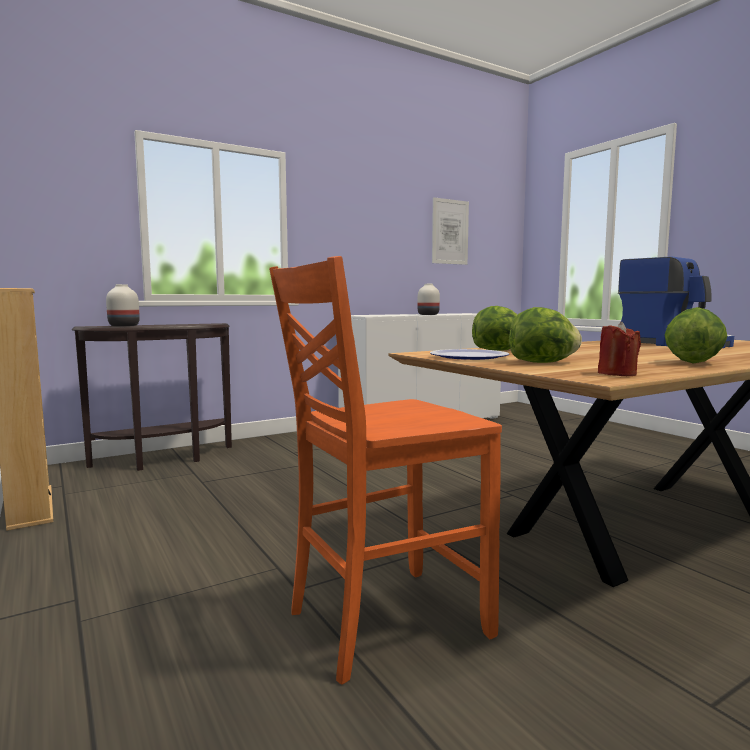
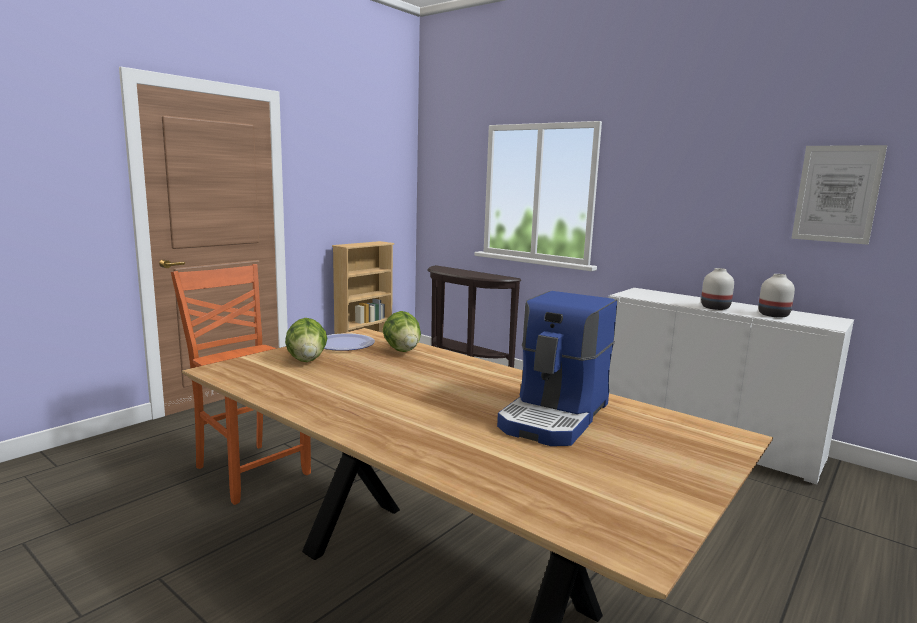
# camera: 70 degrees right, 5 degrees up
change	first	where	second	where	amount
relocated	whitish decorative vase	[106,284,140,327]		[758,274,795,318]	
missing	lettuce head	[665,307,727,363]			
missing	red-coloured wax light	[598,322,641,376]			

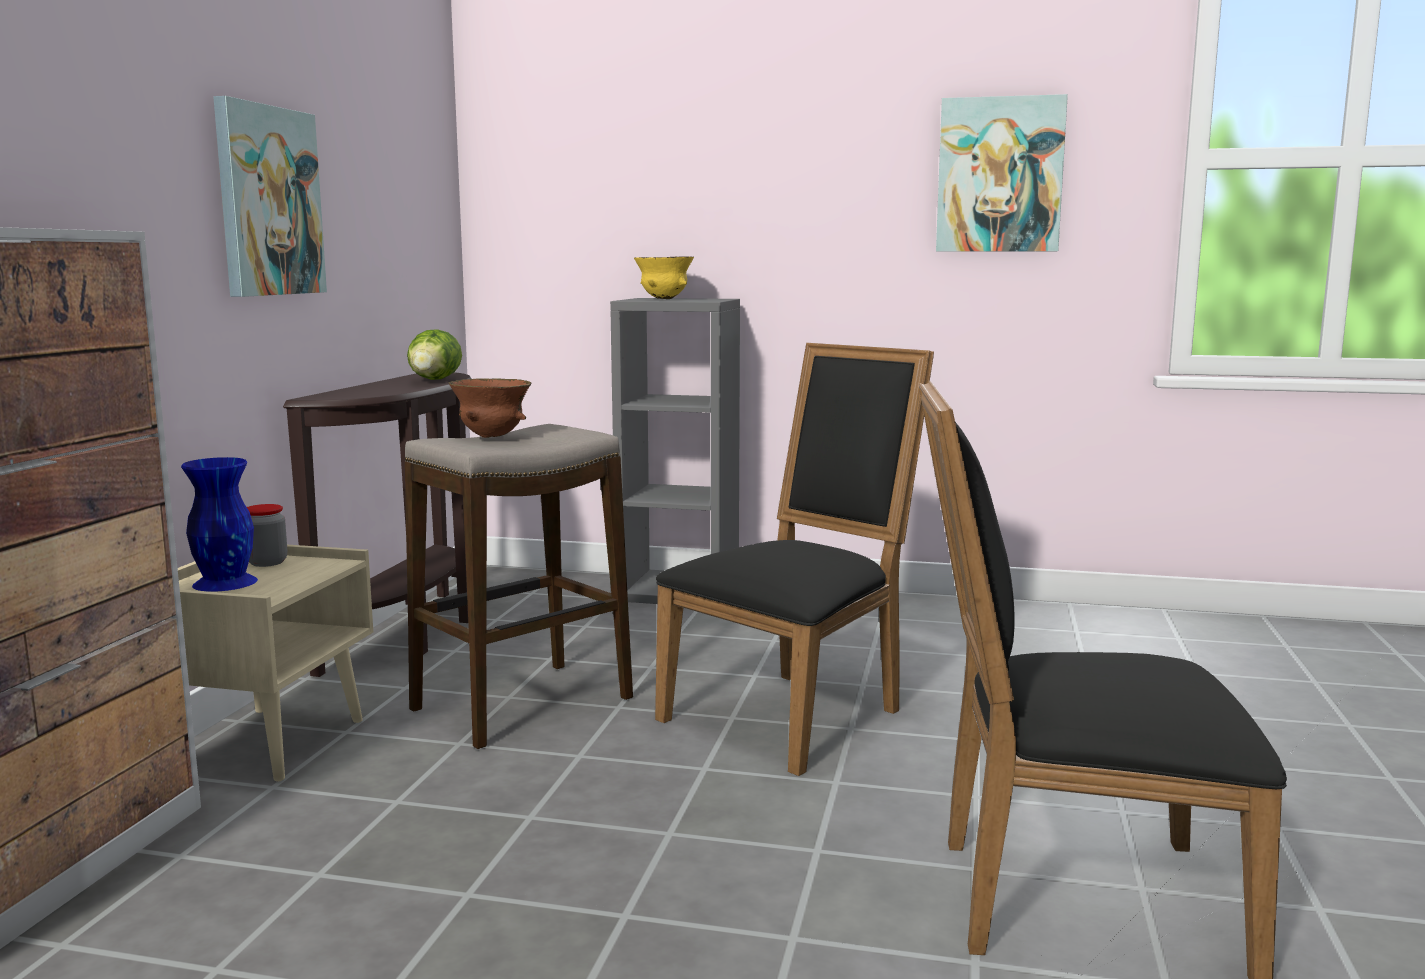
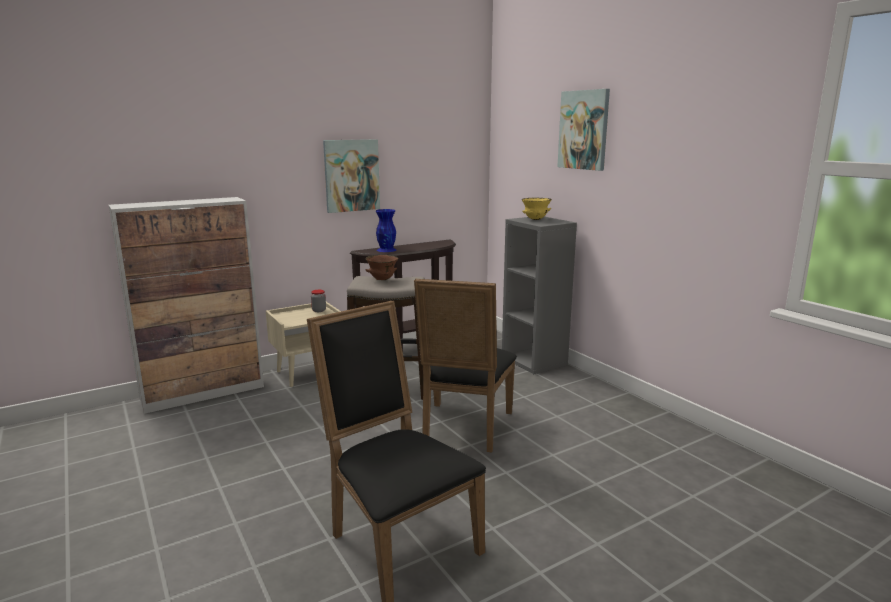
# camera: 45 degrees right, 5 degrees up
change	first	where	second	where	amount
relocated	wall picture	[936,94,1068,252]		[557,89,610,171]	
missing	lettuce head	[407,329,462,380]			
spun	black-coloured chair	[655,343,934,776]		[414,279,517,452]	105 degrees clockwise
relocated	bluish decorative vase	[181,457,258,592]		[376,209,396,252]	

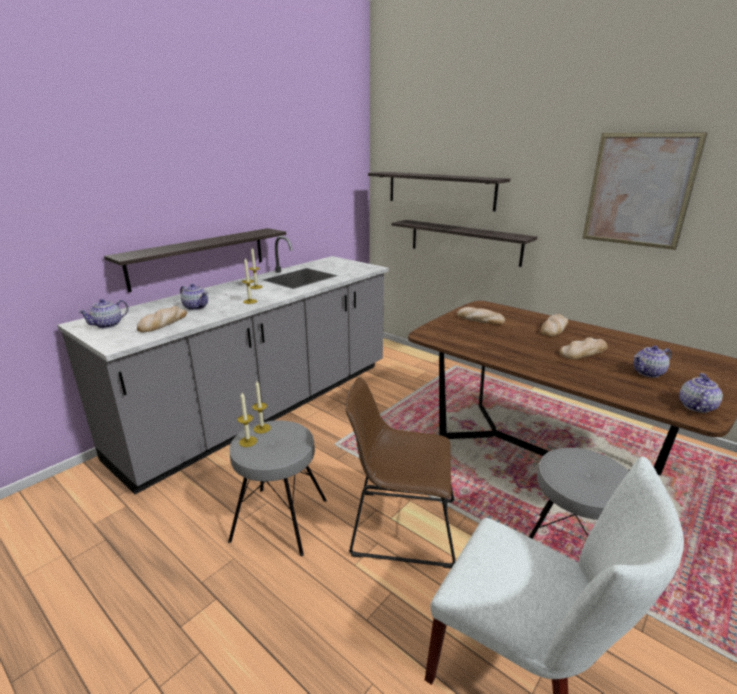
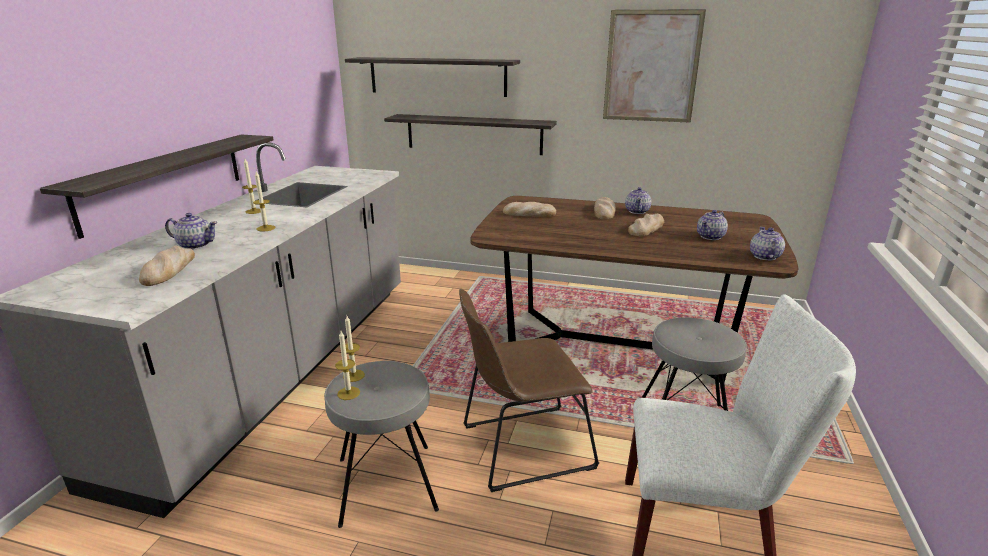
# camera: 25 degrees left, 0 degrees up
change	first	where	second	where	amount
relocated	pot for tea	[78,299,129,329]		[625,187,651,214]	

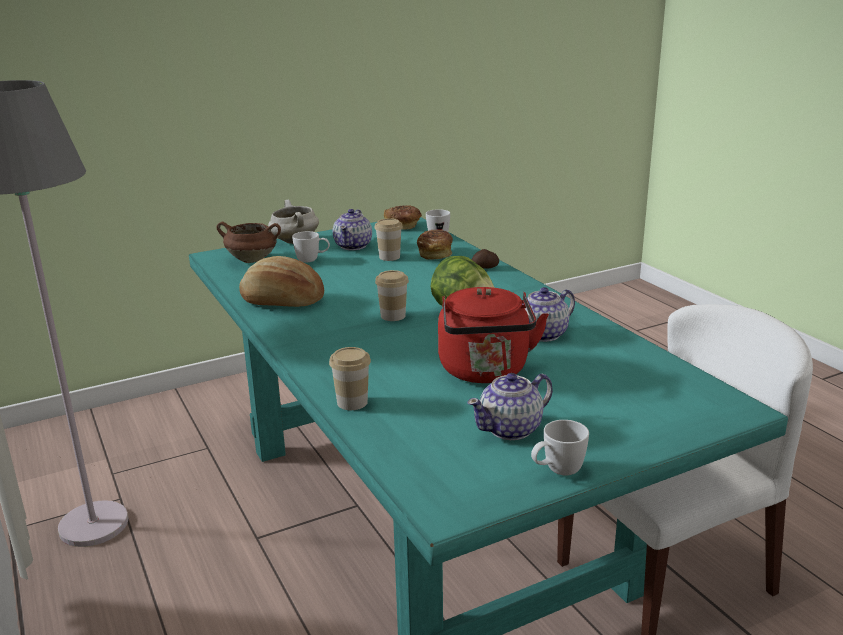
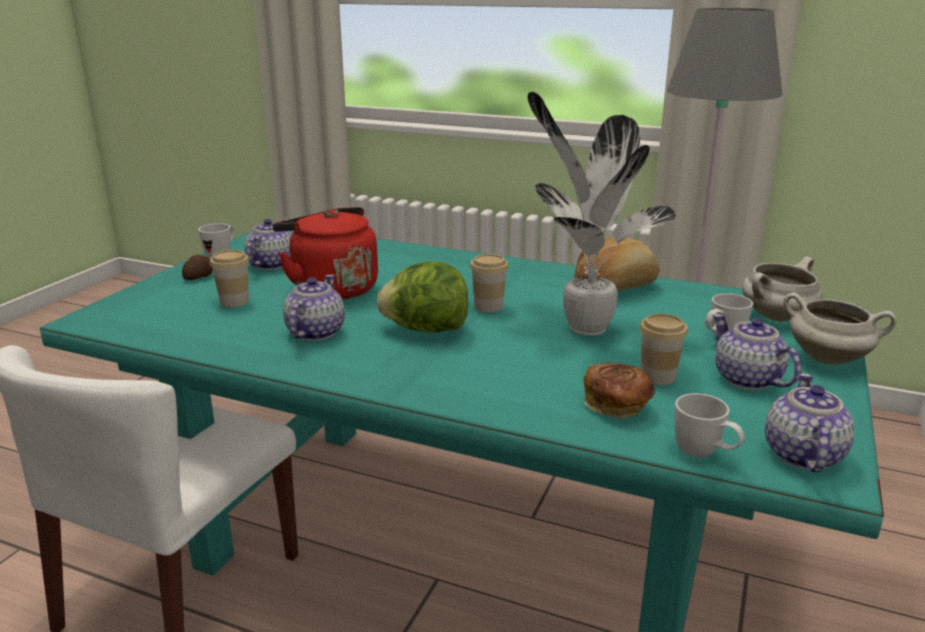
# camera: 140 degrees right, 0 degrees up
change	first	where	second	where	amount
exchanged	bakery bread	[384,205,422,230]	pot for tea	[765,373,855,472]	
colour	brownish stockpot	[216,222,281,263]	whitish stockpot	[742,257,823,322]	
relocated	spud	[472,249,499,269]		[182,255,213,280]	
relocated	small cup	[329,347,371,410]		[210,250,249,307]	
appeared			potted plant	[528,92,676,336]	

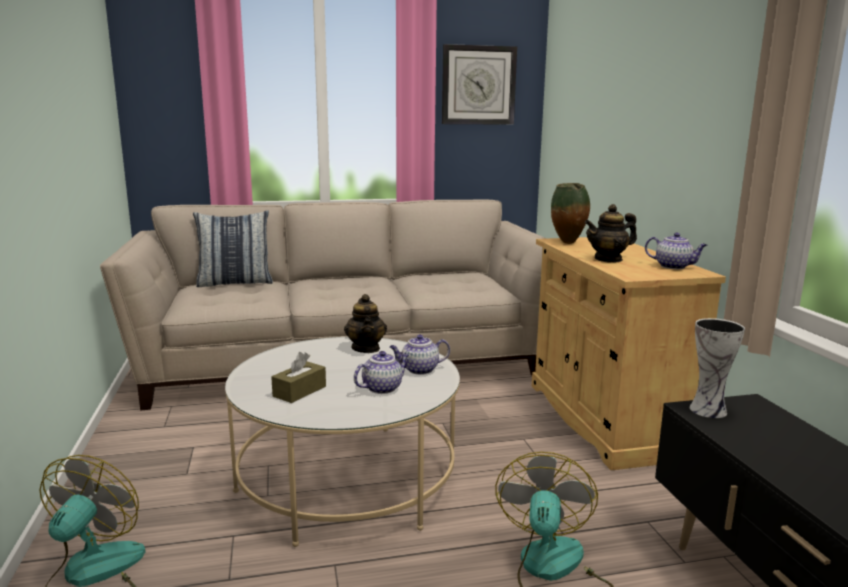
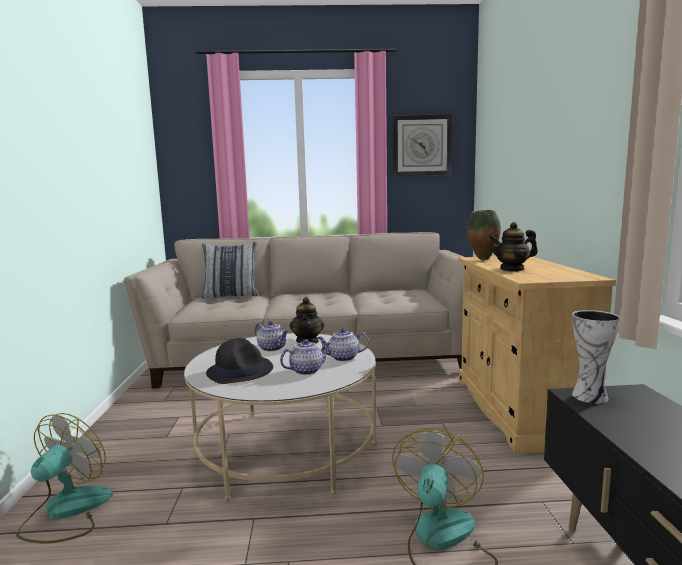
# camera: 10 degrees right, 5 degrees down
change	first	where	second	where	amount
relocated	pot for tea	[645,233,707,269]		[255,321,288,352]	
exchanged	brownish tissue holder	[271,352,326,403]	black-coloured clothing hat	[206,338,273,384]	

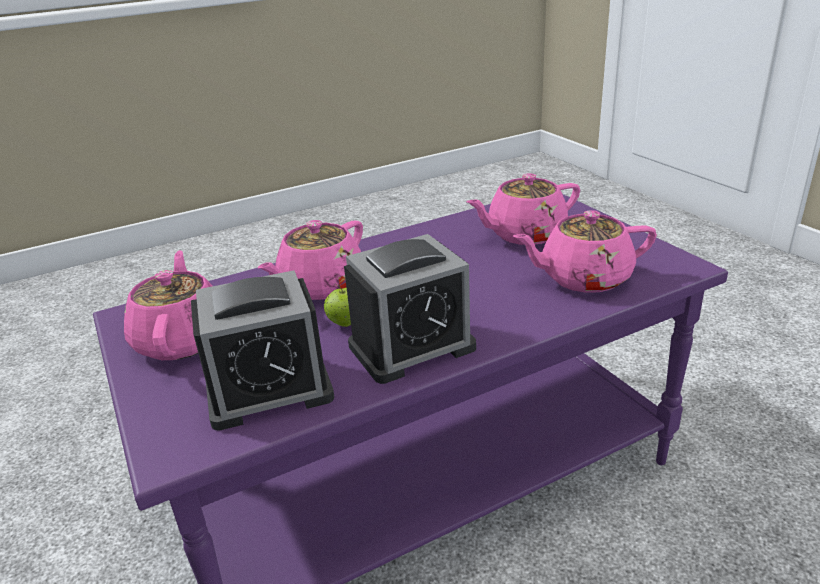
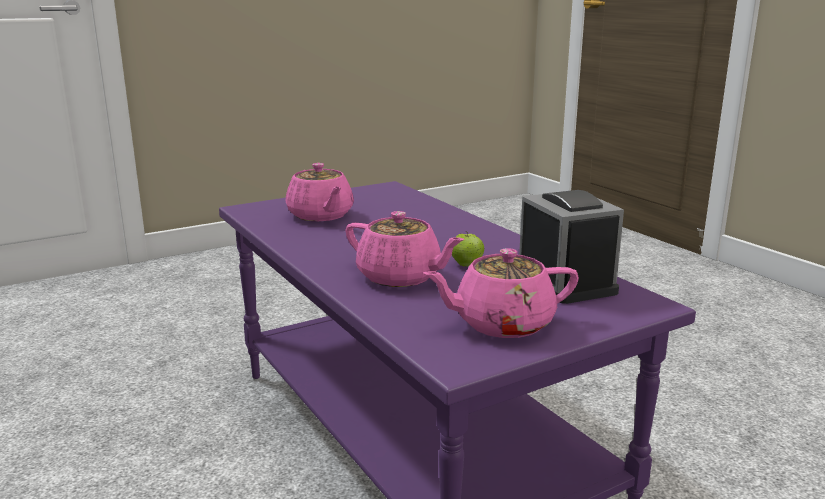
# camera: 95 degrees left, 10 degrees down
change	first	where	second	where	amount
missing	pink pot for tea	[513,210,657,293]			
missing	alarm clock	[344,234,476,384]			

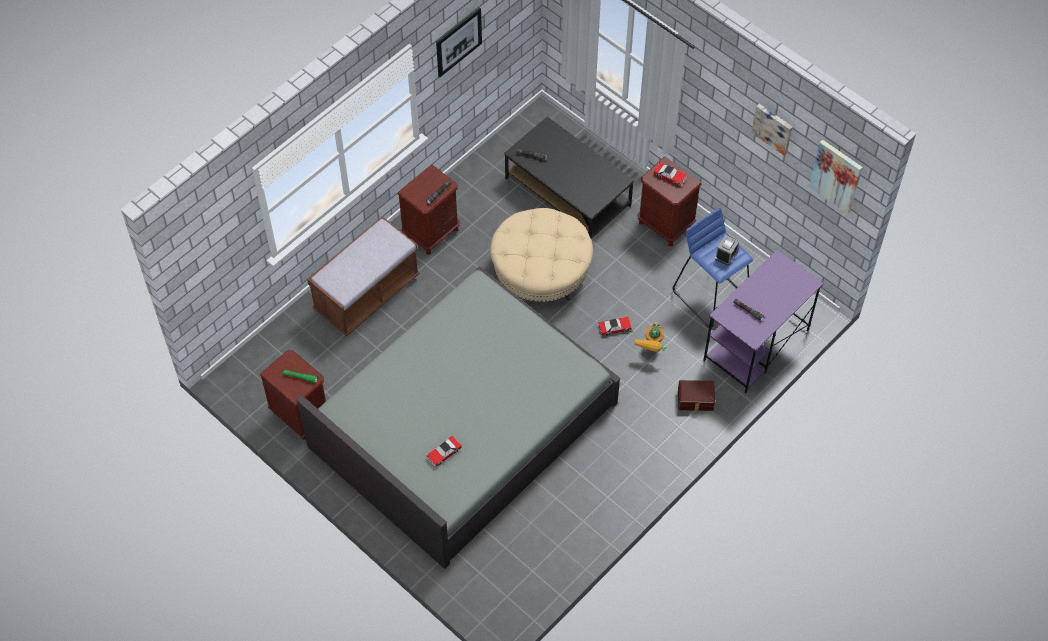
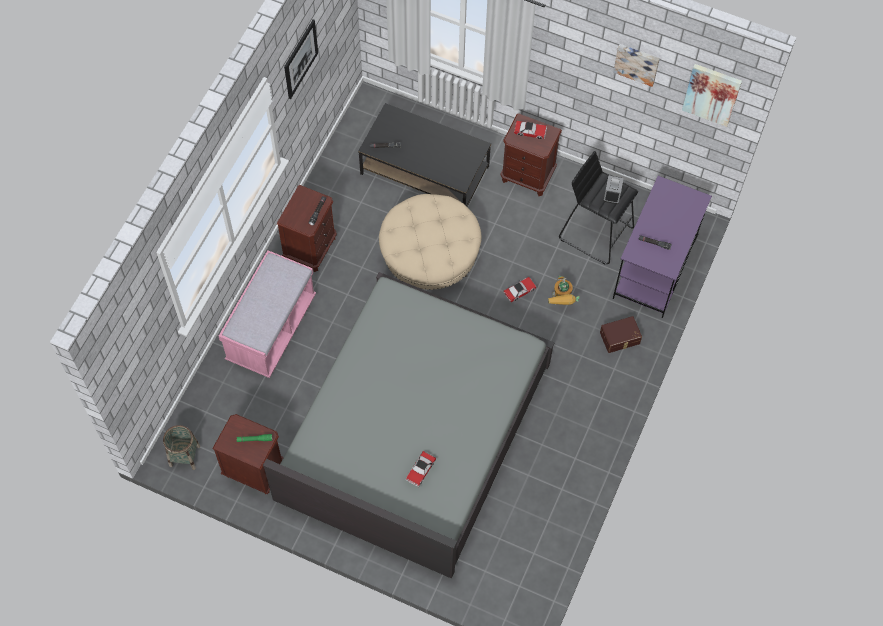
# camera: 20 degrees left, 5 degrees up
change	first	where	second	where	amount
colour	bluish stool	[673,208,753,327]	black-coloured stool	[559,151,638,265]	
colour	brownish long seat	[307,216,420,336]	pink long seat	[219,250,316,378]	
appeared			storage basket	[163,425,200,470]	

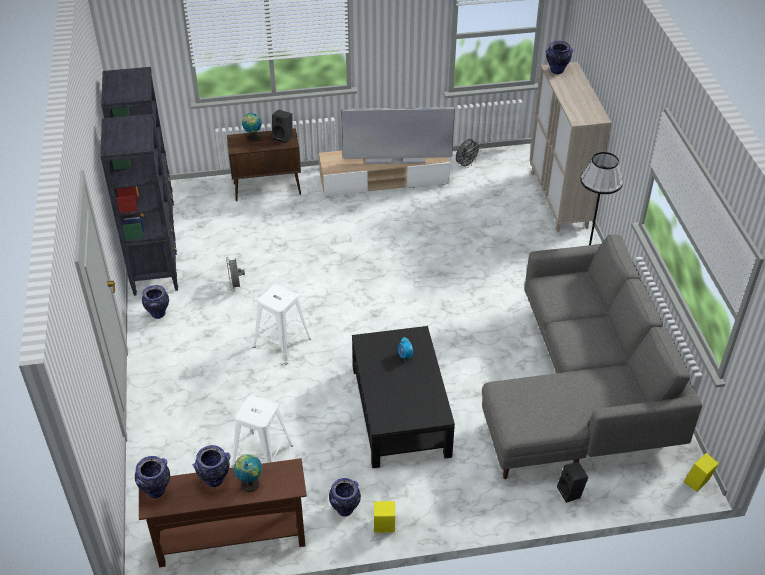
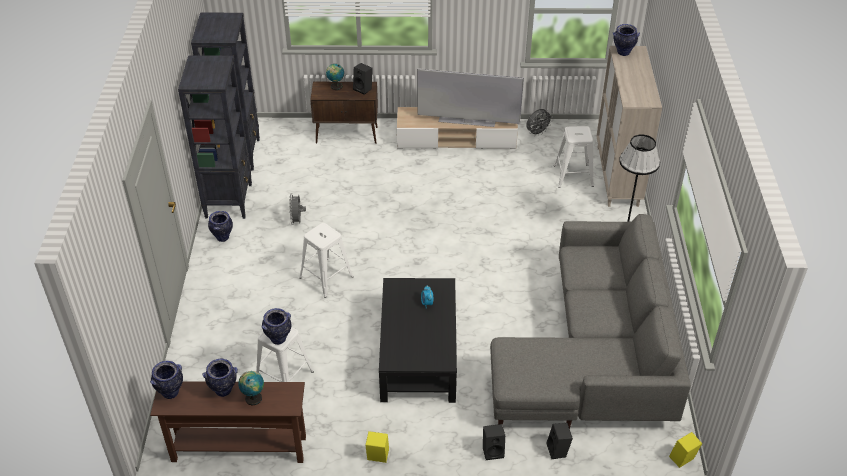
# camera: 10 degrees right, 0 degrees up
change	first	where	second	where	amount
relocated	decorative vase	[329,478,361,517]		[261,308,291,345]	
appeared			whitish stool	[554,126,594,188]	
appeared			black-coloured audio speaker	[483,424,505,460]	

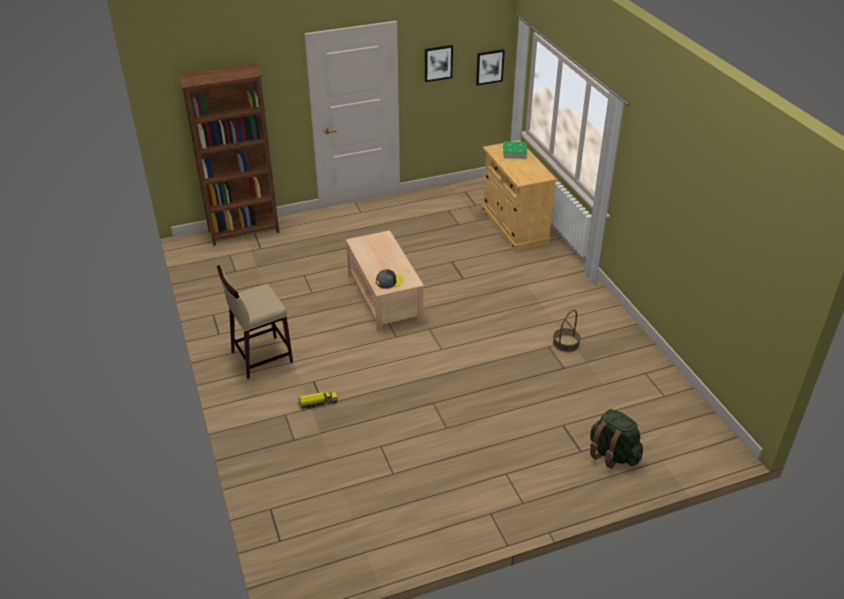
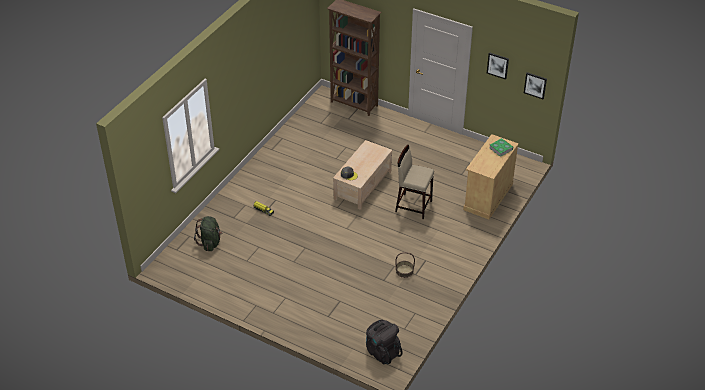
# camera: 50 degrees right, 5 degrees up
change	first	where	second	where	amount
relocated	beige stool	[217,265,293,379]		[395,145,434,219]	
relocated	greenish backpack	[590,409,643,469]		[194,216,222,251]	
appeared			black-coloured backpack	[366,320,402,364]	

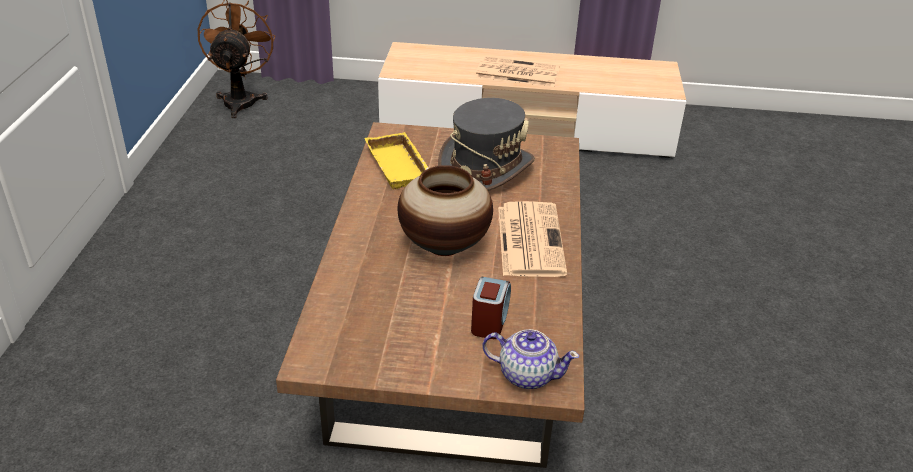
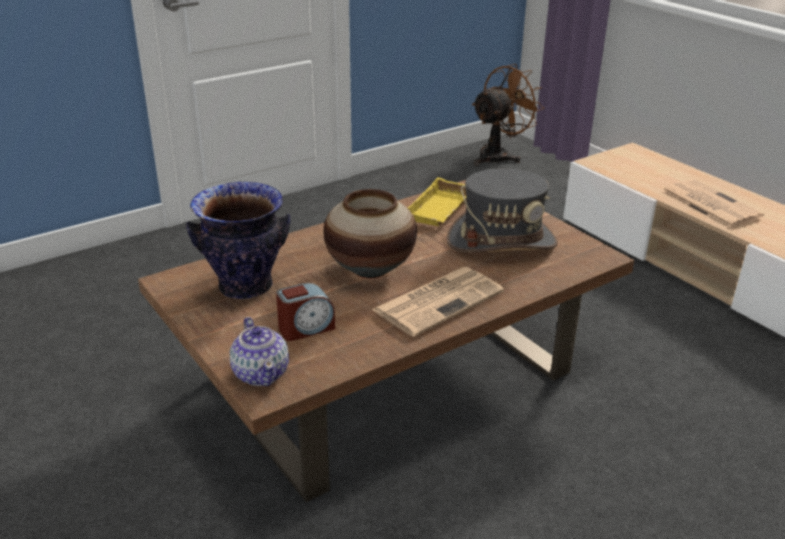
# camera: 50 degrees right, 5 degrees down
change	first	where	second	where	amount
appeared			decorative vase	[186,182,291,299]	

